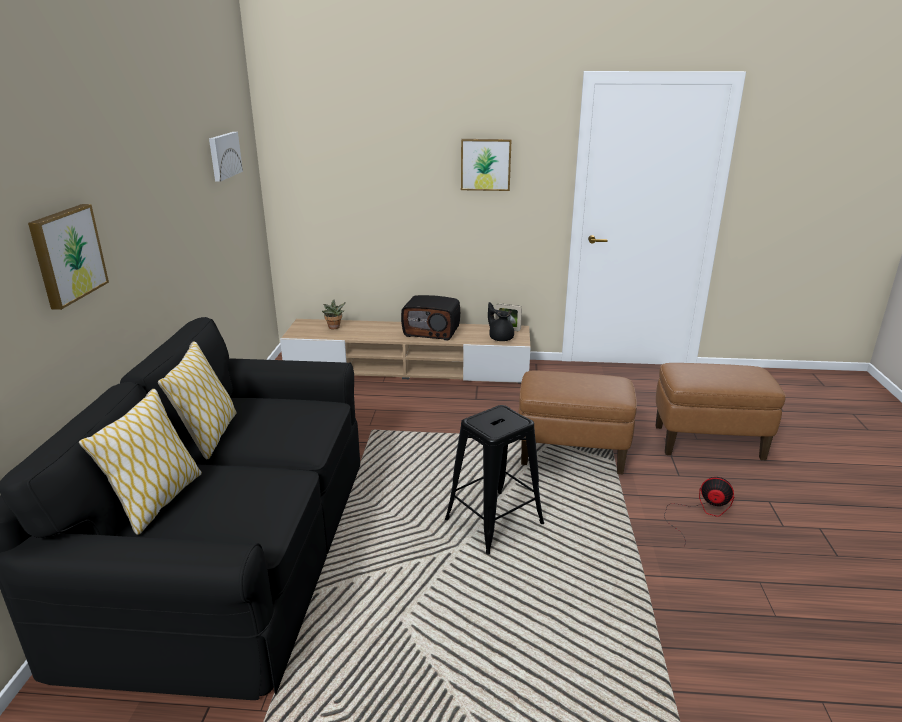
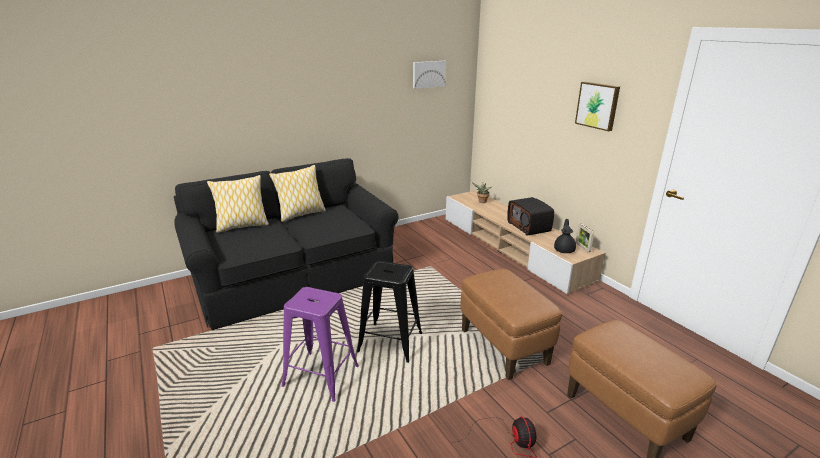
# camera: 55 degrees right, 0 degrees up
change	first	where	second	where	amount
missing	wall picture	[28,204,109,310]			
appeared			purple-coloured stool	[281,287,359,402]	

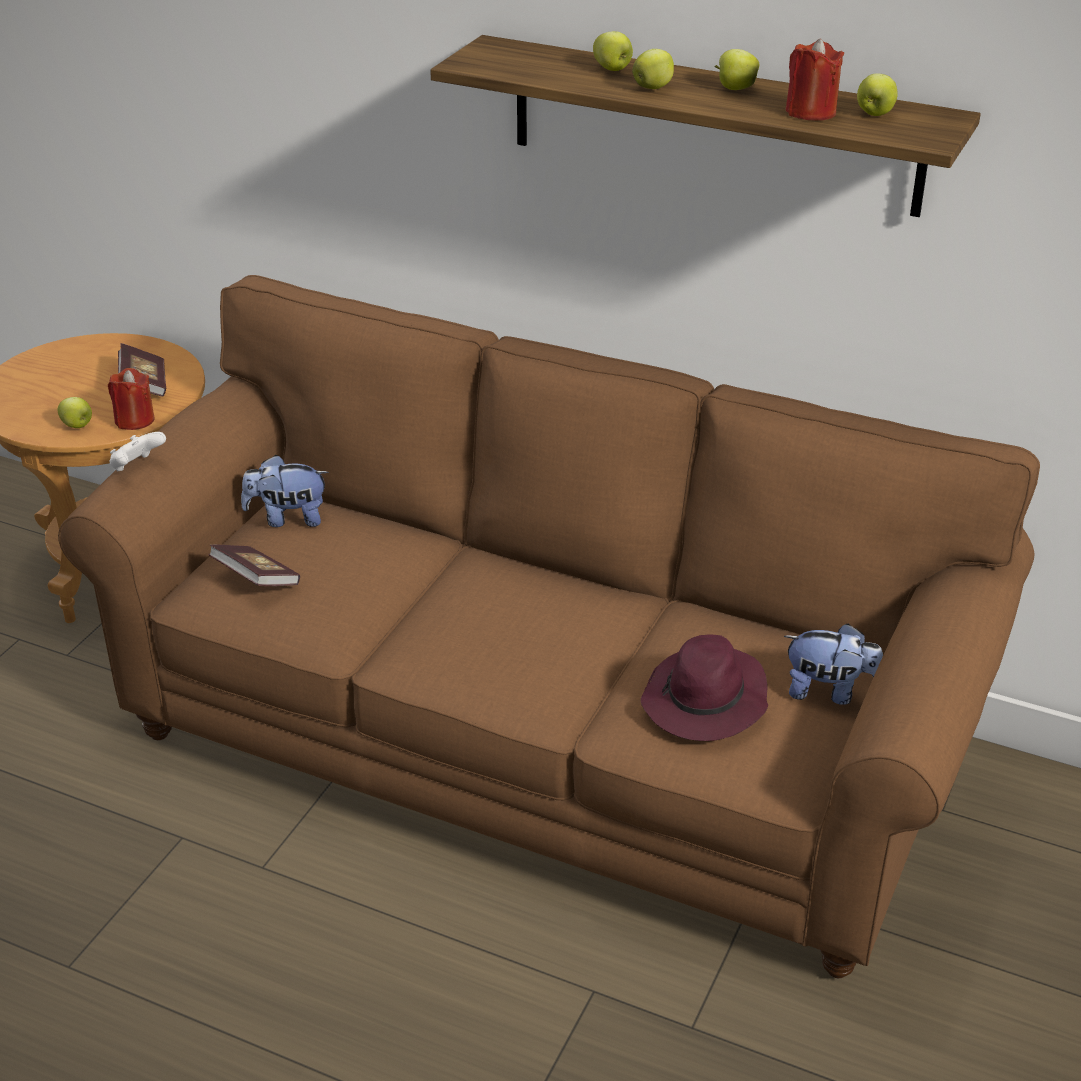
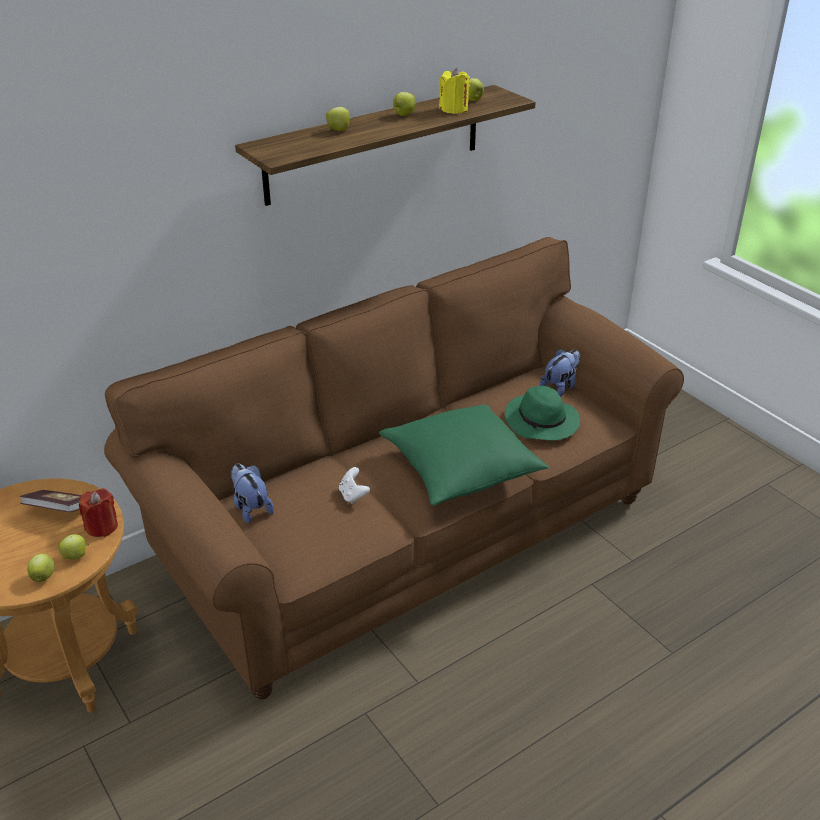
# camera: 60 degrees left, 0 degrees up
change	first	where	second	where	amount
colour	red-coloured wax light	[786,38,844,121]	yellow wax light	[439,68,470,114]	
relocated	apple	[632,49,674,89]		[27,554,55,582]	
relocated	whitish game controller	[109,432,166,471]		[339,467,370,504]	
spun	cuddly toy	[241,455,328,527]		[231,463,274,524]	120 degrees clockwise
missing	book	[208,545,300,586]			
colour	purple-coloured clothing hat	[641,634,768,741]	greenish clothing hat	[505,386,580,441]	
appeared			greenish cushion	[379,405,549,506]	

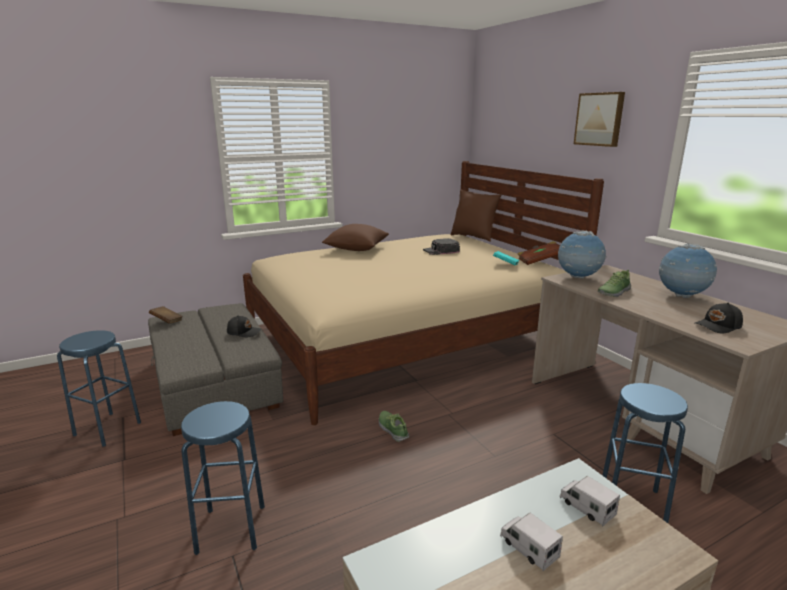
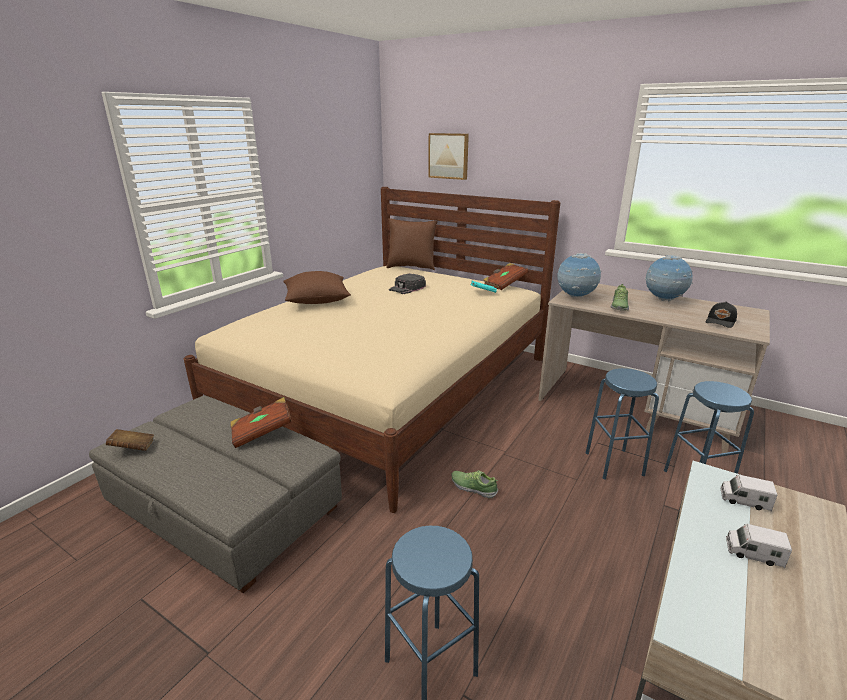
# camera: 30 degrees left, 5 degrees up
change	first	where	second	where	amount
relocated	wall picture	[574,92,625,147]		[428,133,469,180]	
exchanged	black-coloured baseball cap	[227,316,262,337]	brownish book	[230,397,292,448]	
relocated	bluish stool	[57,330,141,447]		[585,368,659,480]	

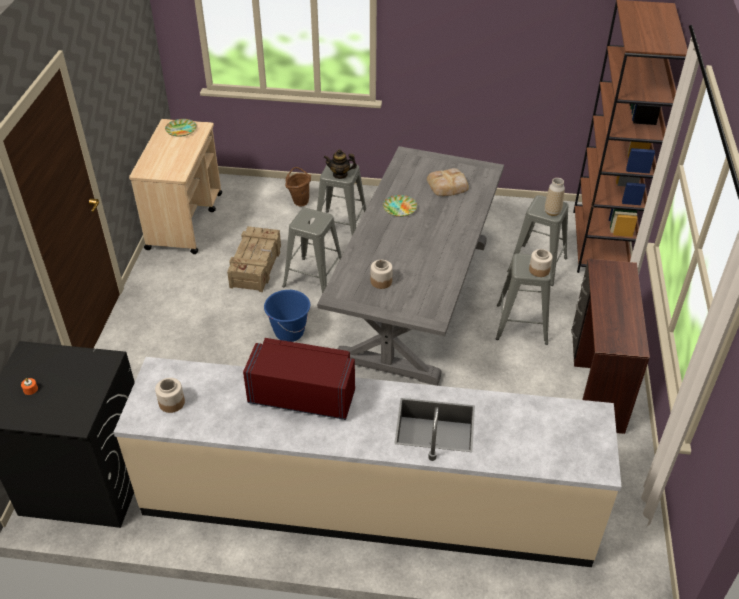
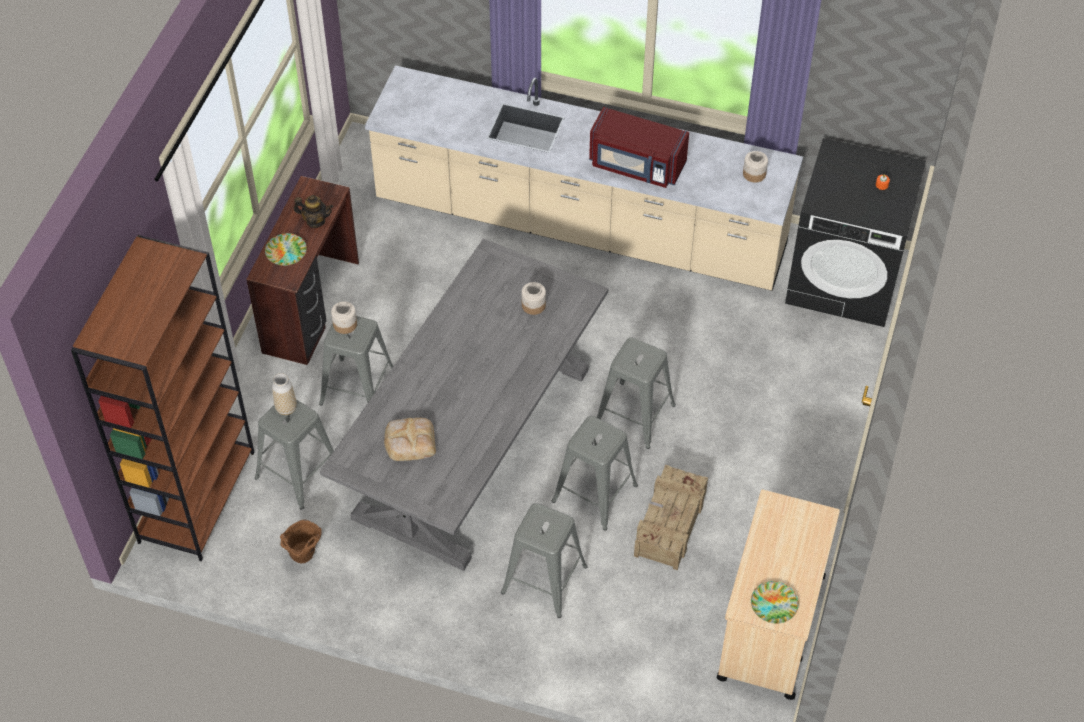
# camera: 170 degrees left, 10 degrees up
change	first	where	second	where	amount
relocated	pot for tea	[324,149,357,179]		[293,195,333,228]	
relocated	brownish pail	[285,167,311,206]		[280,520,322,563]	
relocated	plate	[383,195,417,217]		[265,233,307,266]	
exchanged	bluish pail	[264,290,310,342]	gray stool	[597,338,676,449]	

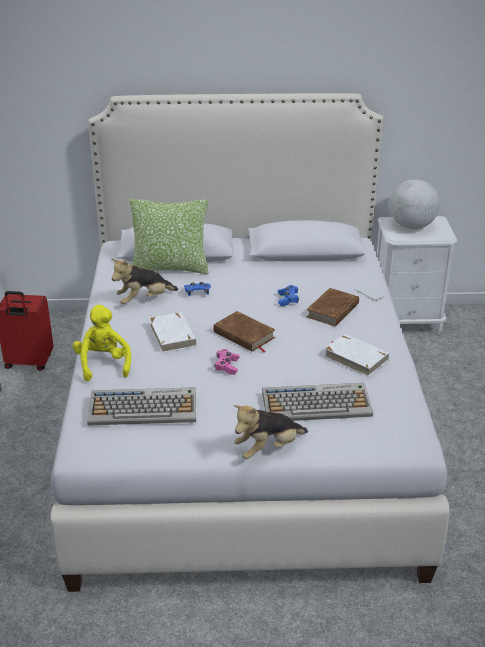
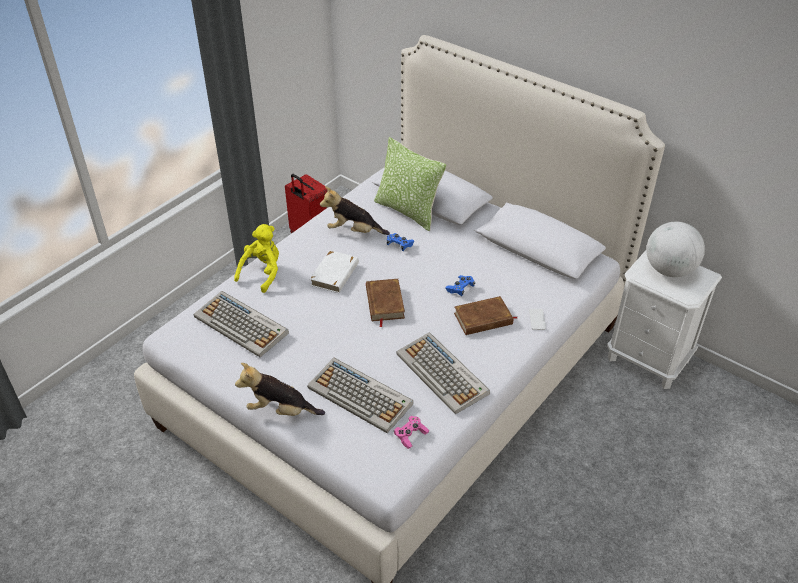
# camera: 40 degrees right, 10 degrees up
change	first	where	second	where	amount
exchanged	whitish book	[324,334,389,377]	keyboard	[396,332,490,414]	
relocated	pink game controller	[214,349,240,375]		[394,416,429,449]	

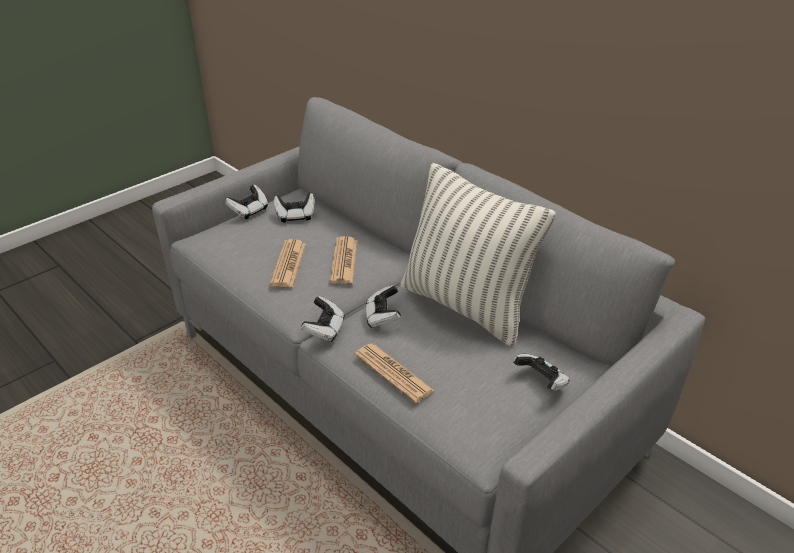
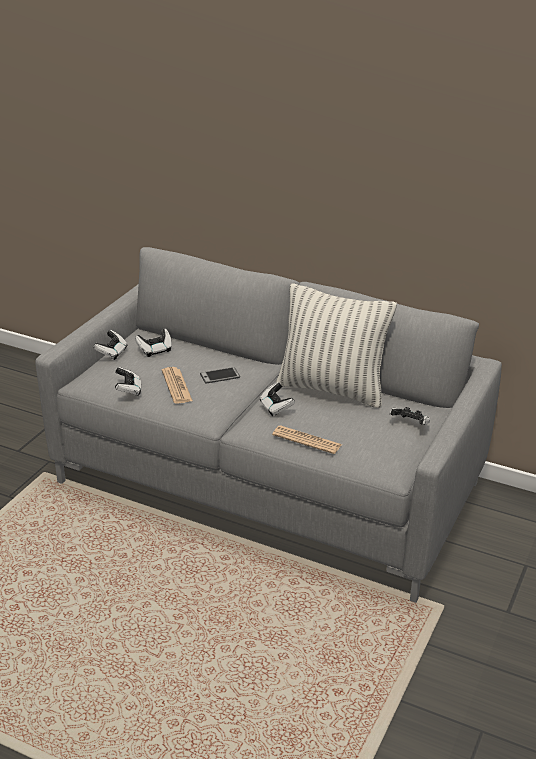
# camera: 20 degrees left, 5 degrees down
change	first	where	second	where	amount
exchanged	daily paper	[330,236,358,284]	telephone	[200,367,240,384]	
relocated	game controller	[301,296,345,342]		[115,367,141,396]	

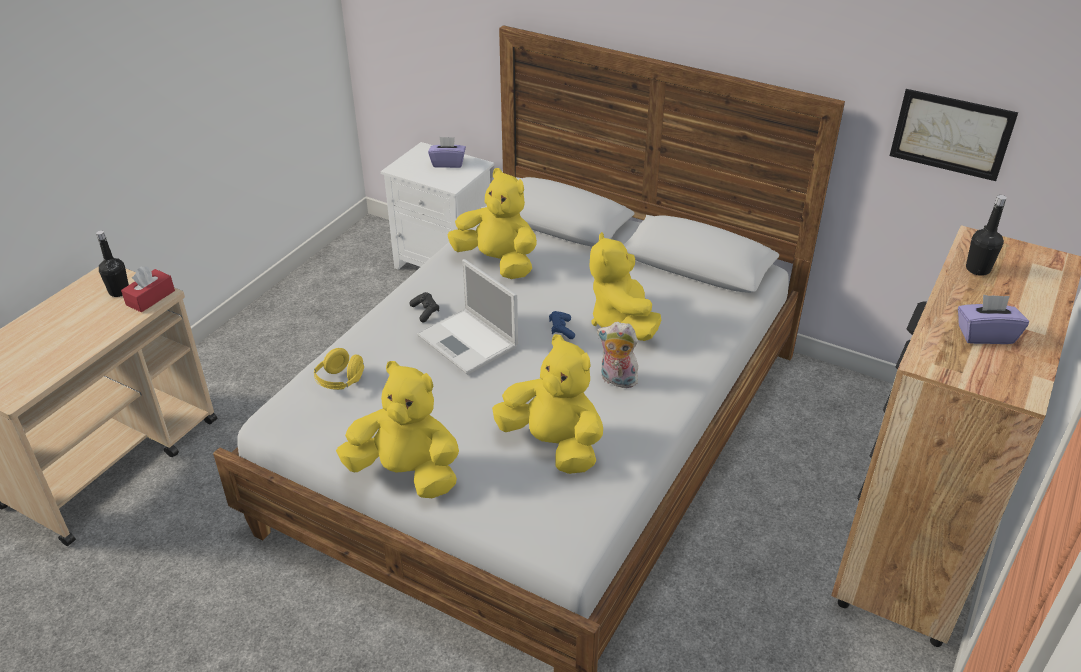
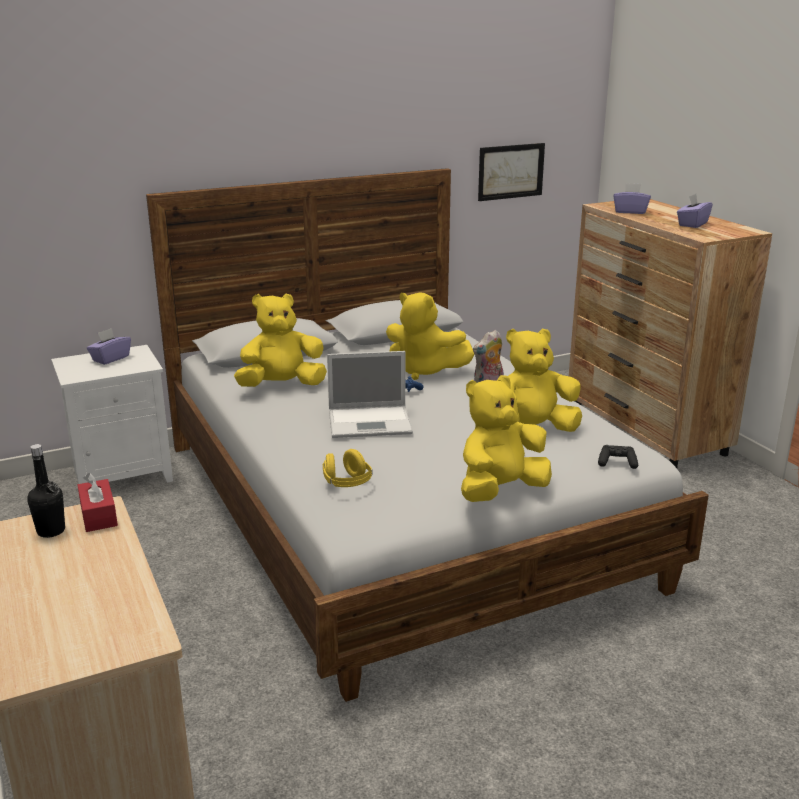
# camera: 55 degrees left, 15 degrees down
change	first	where	second	where	amount
exchanged	black-coloured beverage bottle	[966,195,1007,276]	purple-coloured tissue holder	[614,183,651,214]	
relocated	black-coloured game controller	[409,292,439,323]		[598,445,638,469]	

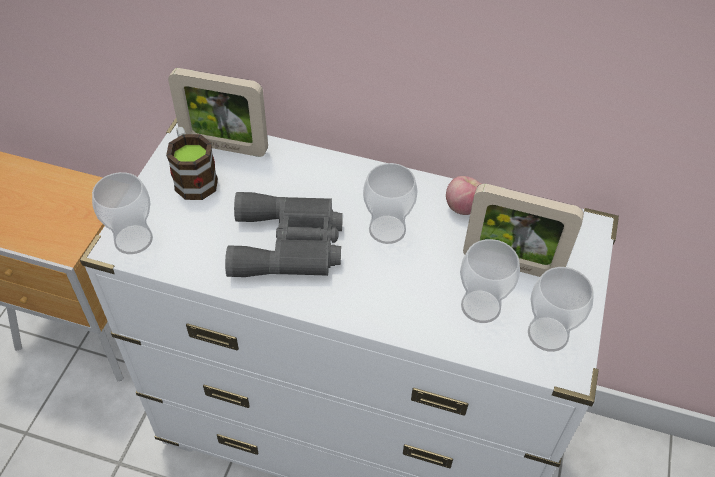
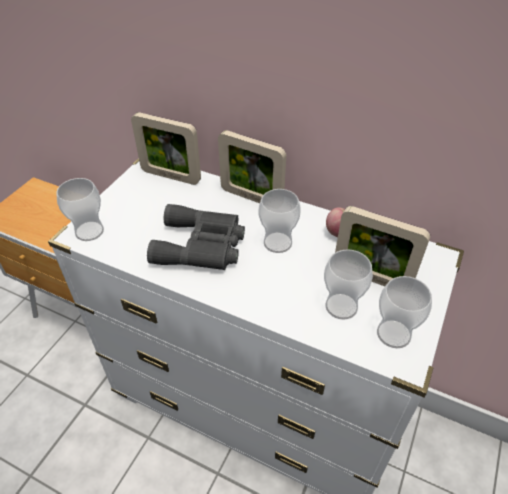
# camera: 10 degrees right, 5 degrees down
change	first	where	second	where	amount
missing	mug	[166,127,218,200]			
appeared			picture frame	[218,130,286,203]	

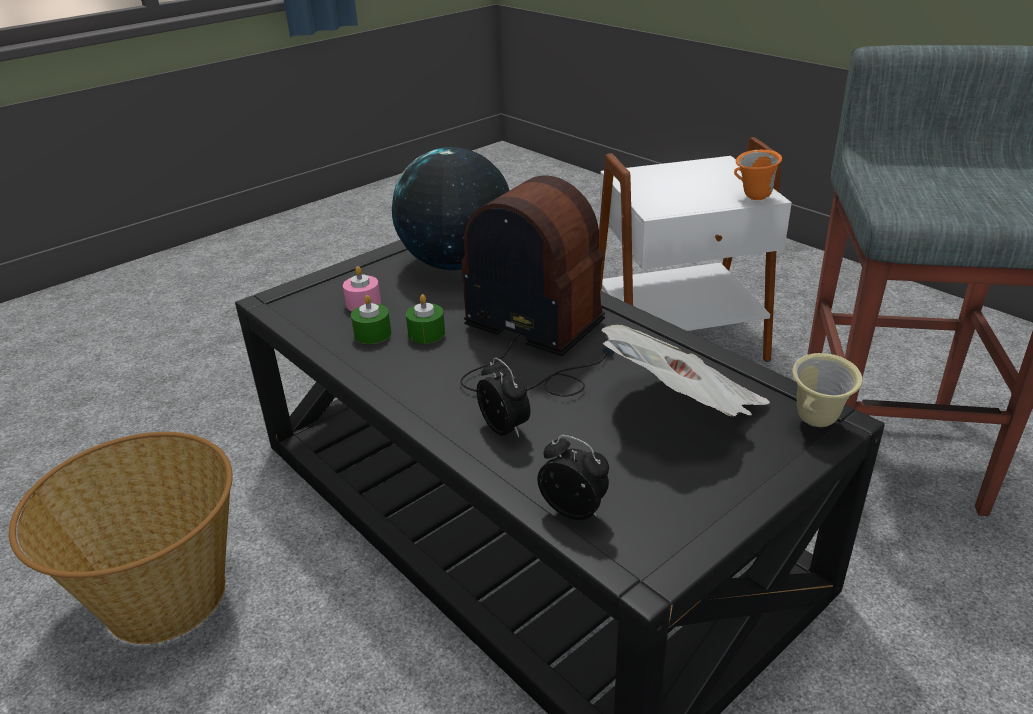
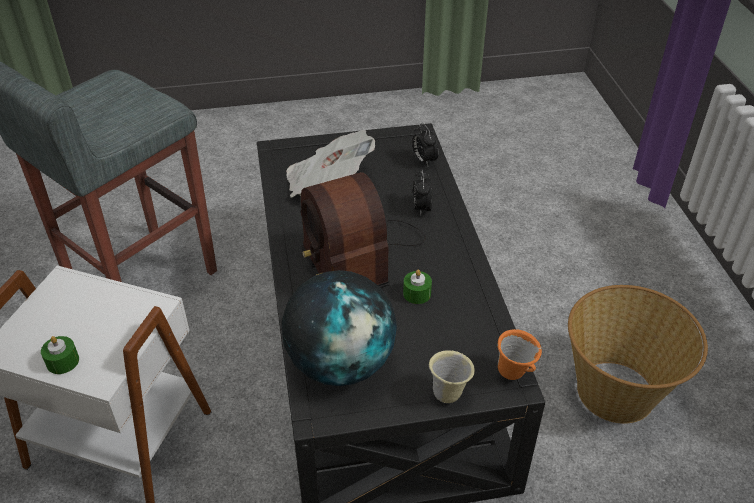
# camera: 150 degrees left, 10 degrees up
change	first	where	second	where	amount
relocated	orange-coloured mug	[734,150,782,200]		[497,329,542,380]	
missing	pink wax light	[343,266,381,311]			
relocated	greenish wax light	[351,295,391,344]		[41,336,79,374]	
relocated	beige mug	[792,353,863,427]		[429,350,475,403]	

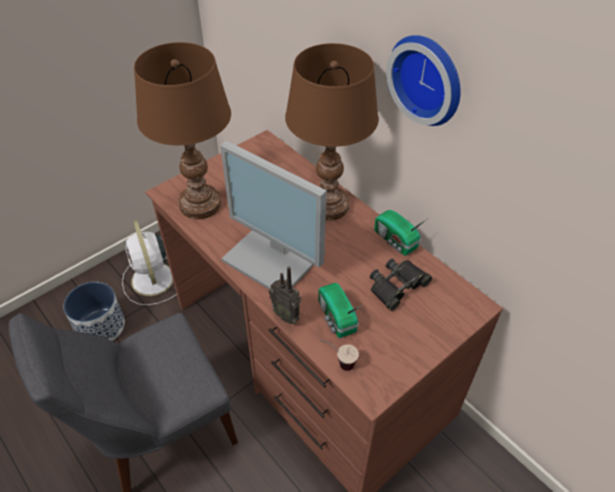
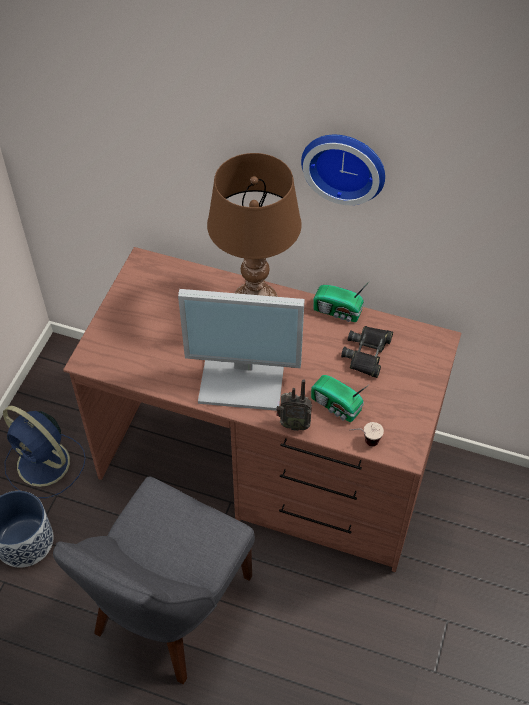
# camera: 30 degrees left, 5 degrees up
change	first	where	second	where	amount
missing	brownish table lamp	[134,42,231,219]			
colour	whitish cooling fan	[122,221,177,305]	bluish cooling fan	[3,406,86,498]	

